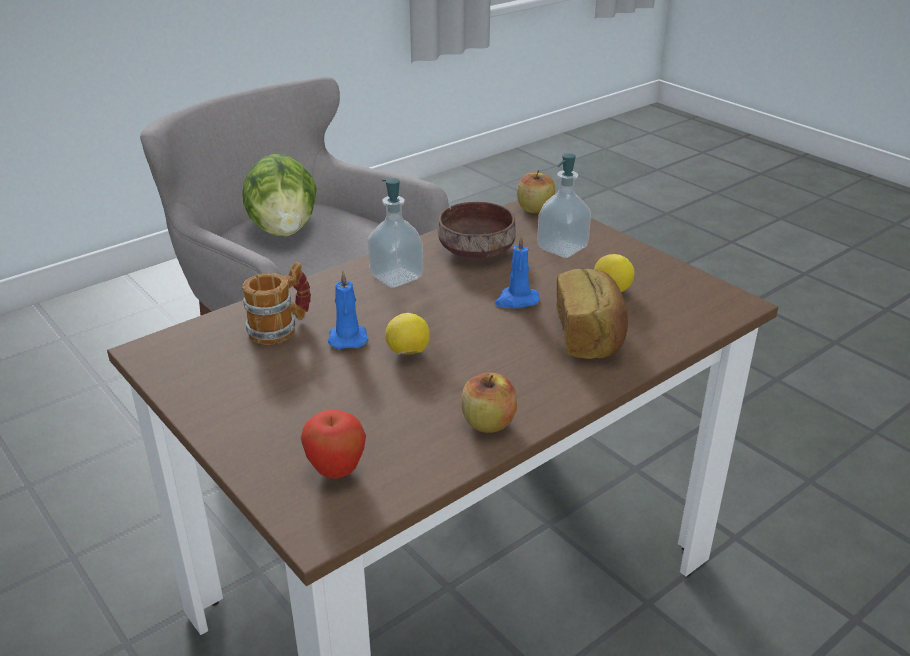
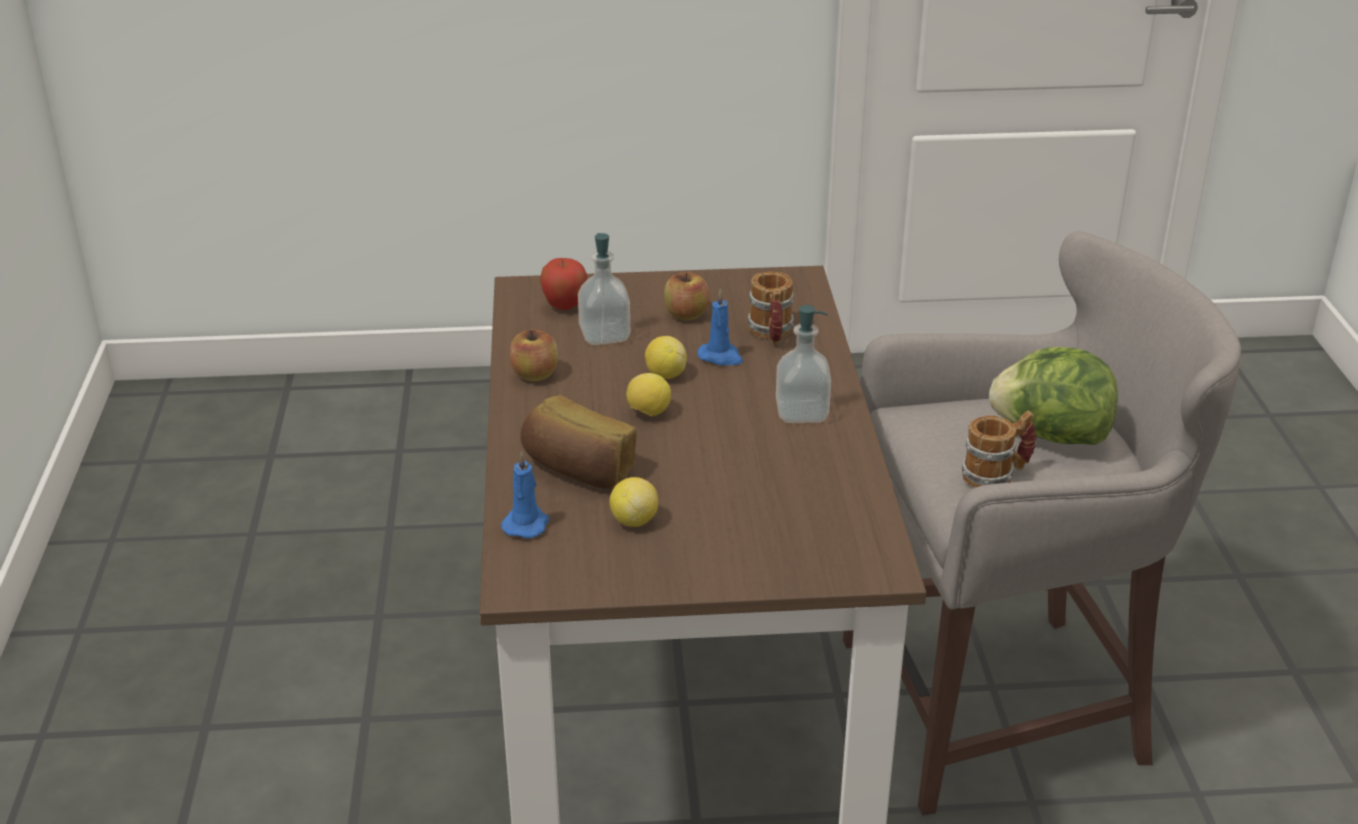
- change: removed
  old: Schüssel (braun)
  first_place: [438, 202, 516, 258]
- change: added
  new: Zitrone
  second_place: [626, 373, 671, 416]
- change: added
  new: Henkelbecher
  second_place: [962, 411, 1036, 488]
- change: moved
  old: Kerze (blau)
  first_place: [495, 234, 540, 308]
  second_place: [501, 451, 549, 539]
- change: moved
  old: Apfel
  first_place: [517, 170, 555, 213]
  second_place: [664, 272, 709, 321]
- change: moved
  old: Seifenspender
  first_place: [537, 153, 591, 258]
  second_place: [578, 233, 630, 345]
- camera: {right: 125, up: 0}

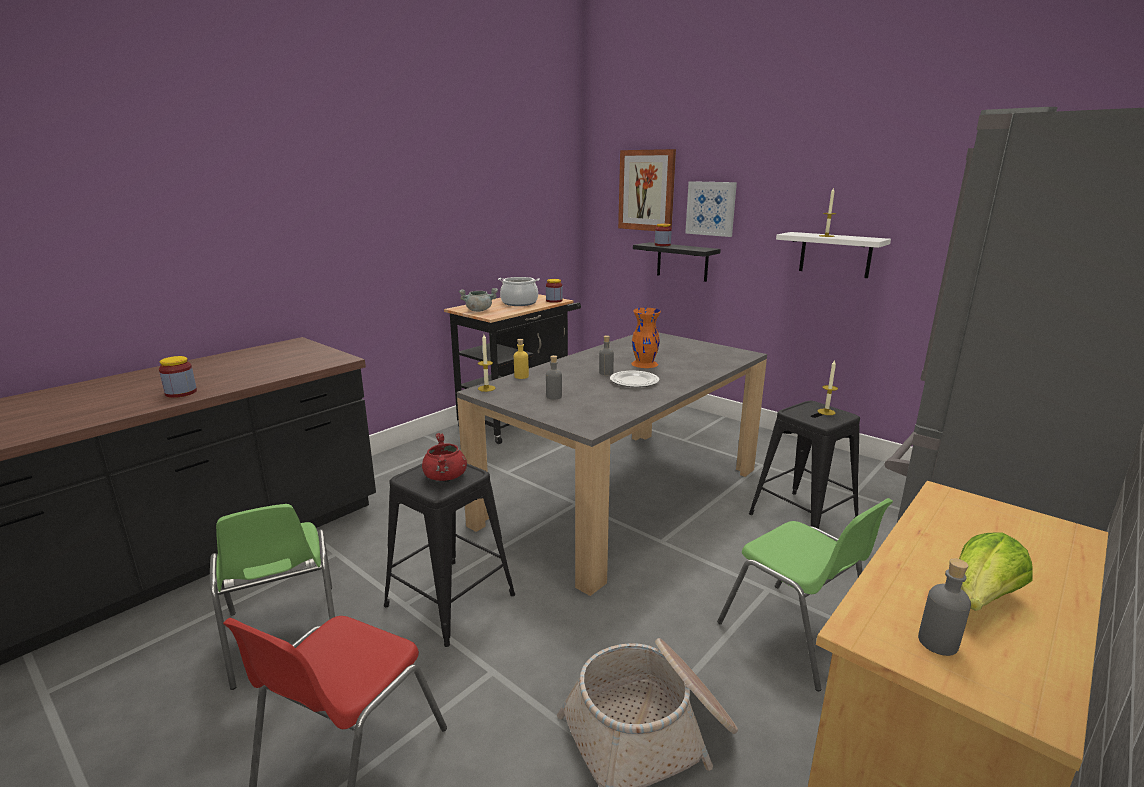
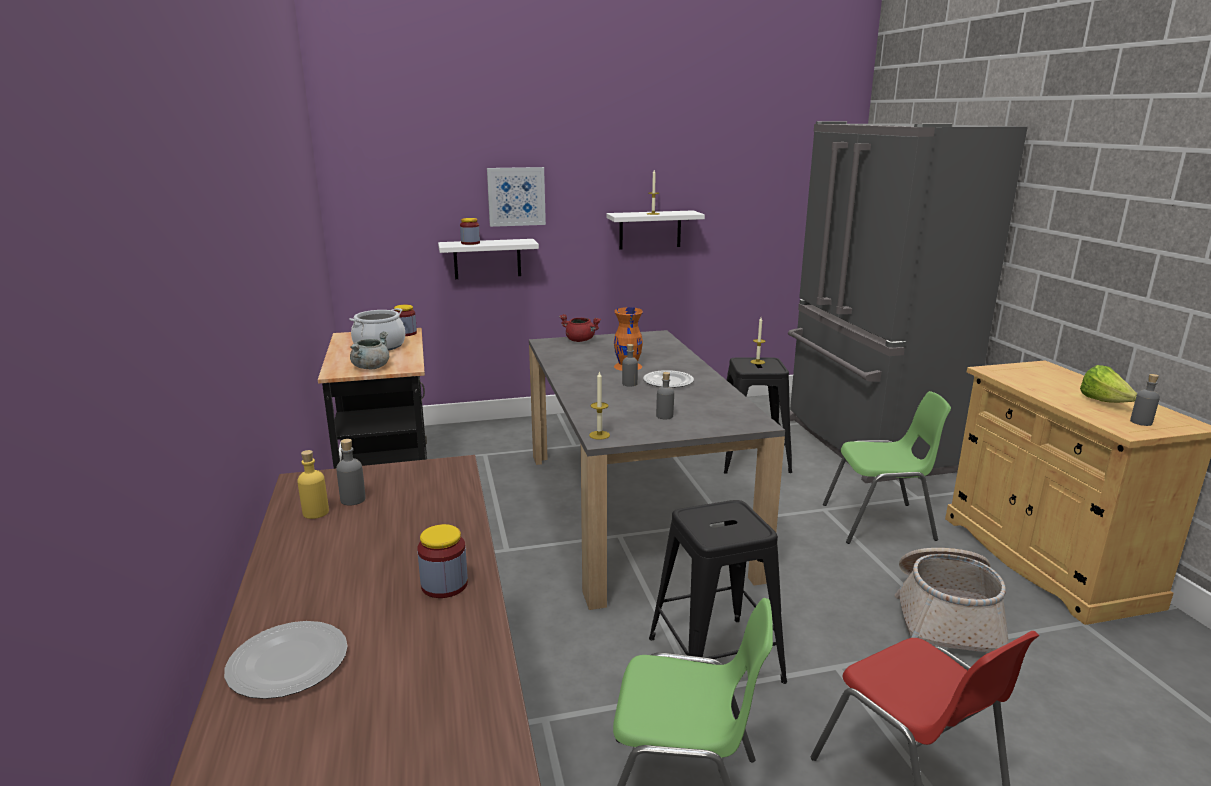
- change: removed
  old: Bild
  first_place: [618, 149, 676, 231]
- change: added
  new: Teller
  second_place: [224, 621, 348, 699]
- change: added
  new: Flasche (grau)
  second_place: [336, 439, 366, 506]
- change: moved
  old: Kochtopf (rot)
  first_place: [422, 433, 467, 481]
  second_place: [559, 314, 601, 342]
- change: moved
  old: Flasche (gelb)
  first_place: [514, 339, 529, 379]
  second_place: [297, 450, 329, 519]
- change: recoloured
  old: Wandregal (schwarz)
  new: Wandregal (weiß)
  first_place: [633, 242, 721, 282]
  second_place: [438, 239, 539, 279]
- camera: {right: -55, up: 0}

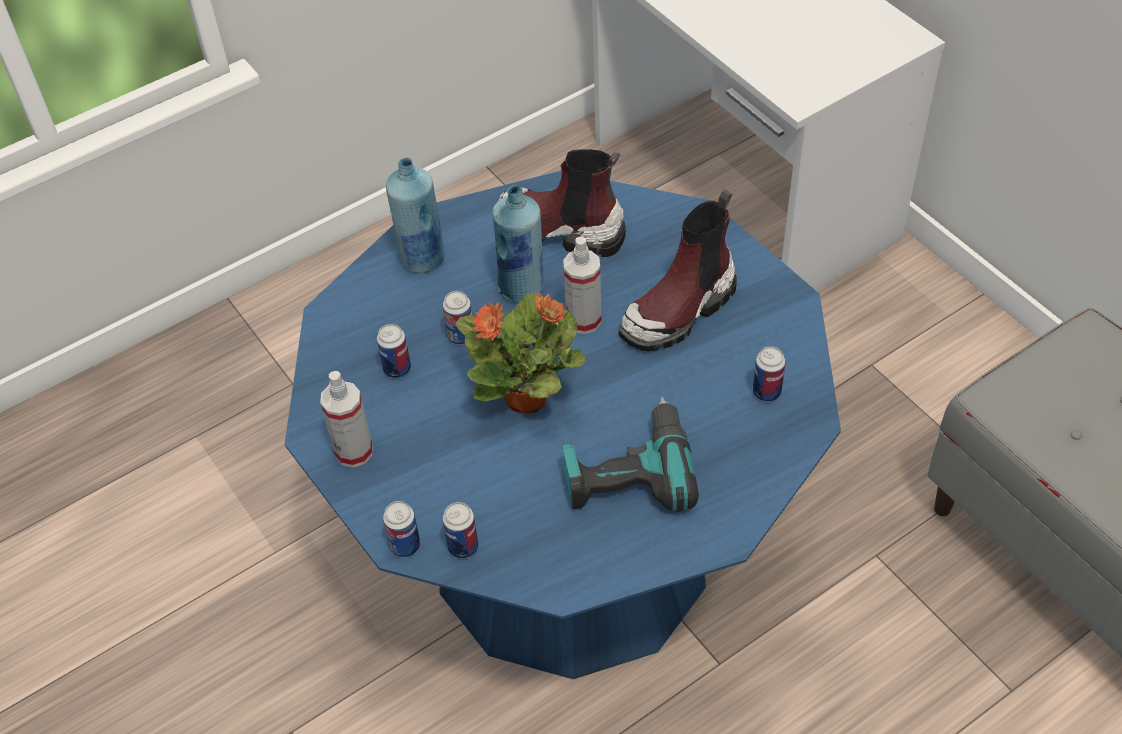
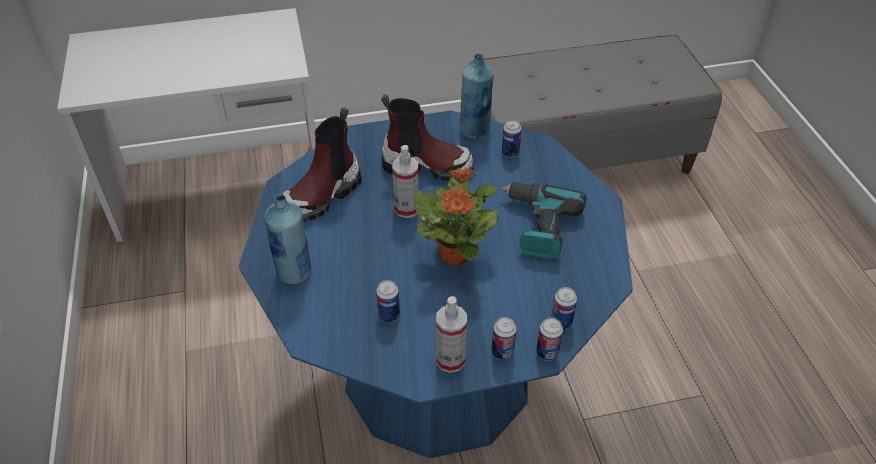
- change: moved
  old: Dose
  first_place: [443, 291, 472, 345]
  second_place: [492, 317, 517, 360]
- change: moved
  old: Flasche (blau)
  first_place: [492, 185, 544, 302]
  second_place: [460, 54, 494, 139]
- change: turned
  old: Stiefel
  first_place: [618, 189, 737, 352]
  second_place: [381, 94, 474, 181]
  degrees: -60
- camera: {right: -70, up: -5}

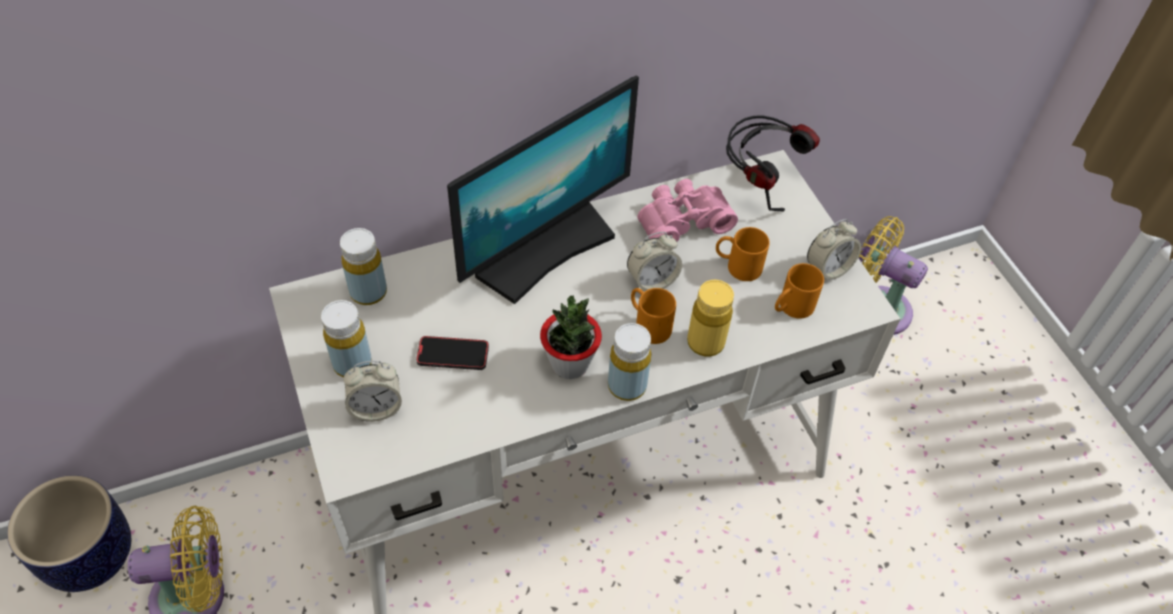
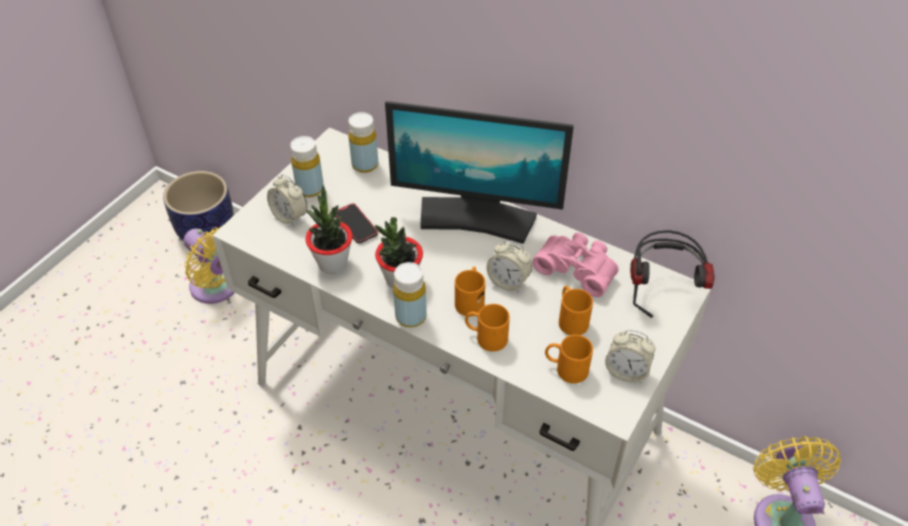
- change: added
  new: Topfpflanze
  second_place: [305, 185, 353, 274]
- change: replaced
  old: Flasche (gelb)
  new: Henkelbecher (orange)
  first_place: [687, 280, 734, 357]
  second_place: [465, 304, 510, 352]
- camera: {right: 55, up: -5}

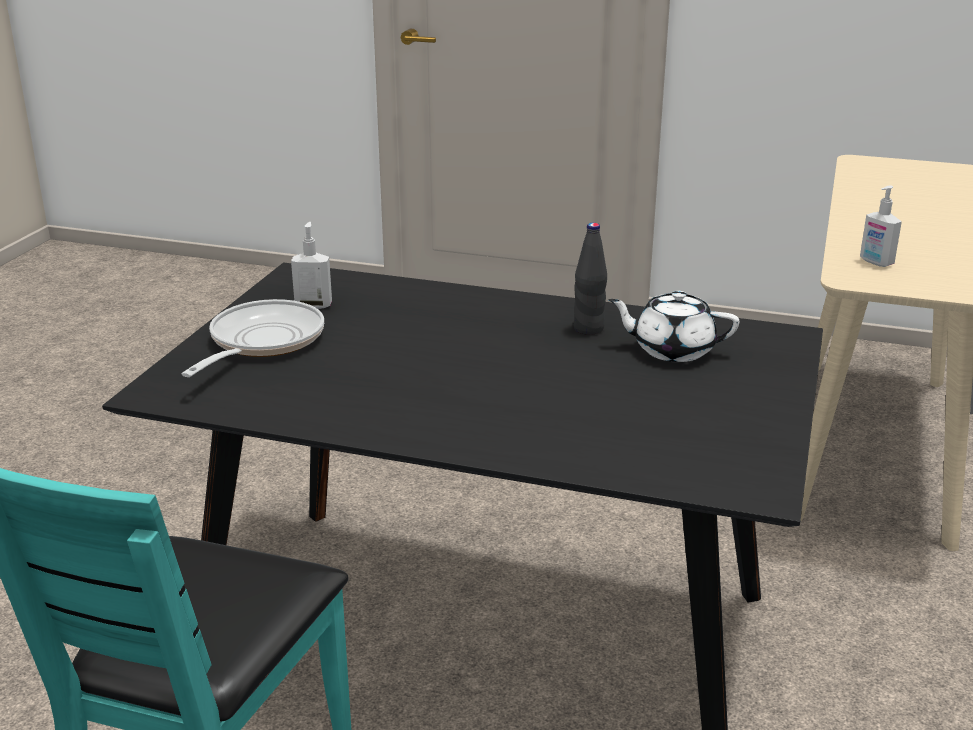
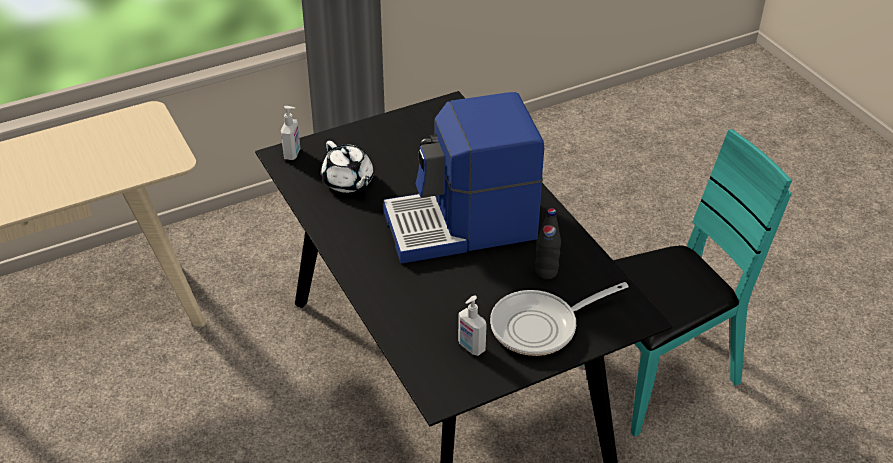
- change: added
  new: Kaffeemaschine
  second_place: [383, 92, 544, 264]
- change: moved
  old: Flasche (schwarz)
  first_place: [573, 223, 607, 335]
  second_place: [535, 208, 561, 279]
- change: moved
  old: Seifenspender
  first_place: [860, 185, 902, 267]
  second_place: [281, 106, 300, 160]
- camera: {right: -135, up: 15}

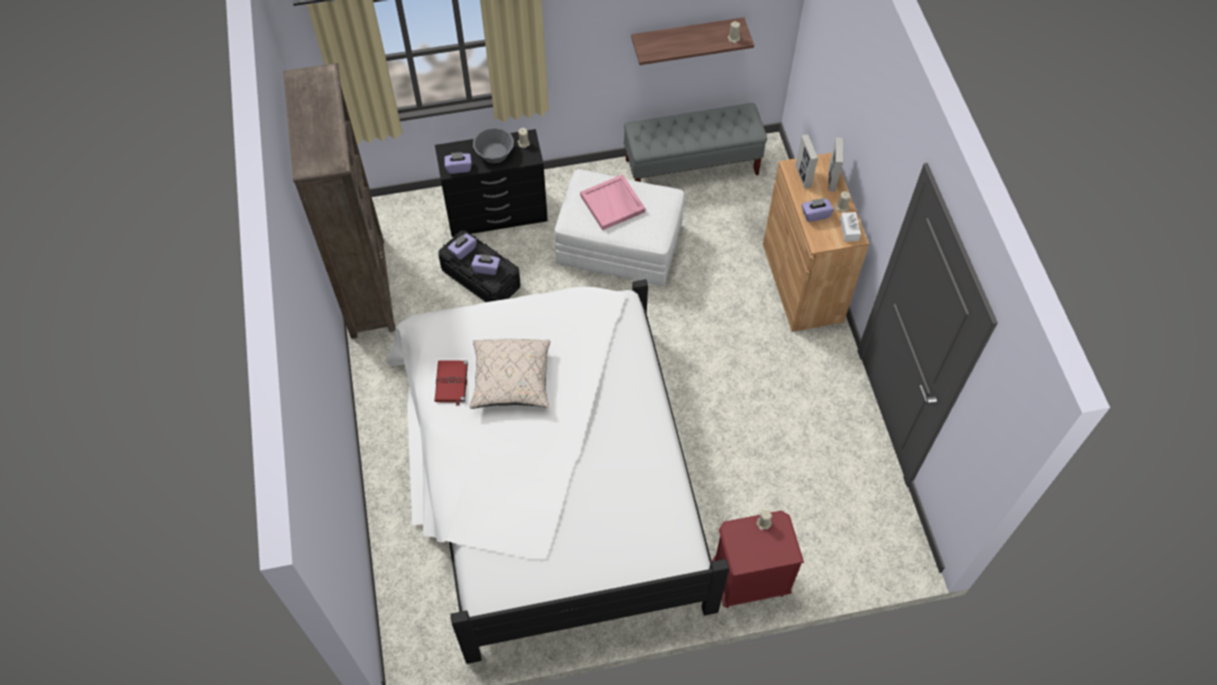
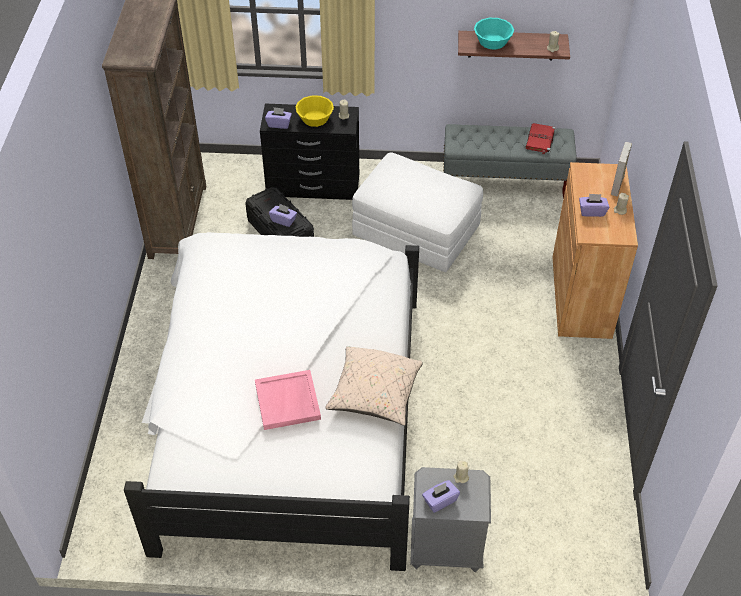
- change: removed
  old: Bilderrahmen
  first_place: [795, 134, 818, 189]
- change: removed
  old: Taschentuchbox (weiß)
  first_place: [840, 212, 861, 242]
- change: added
  new: Schüssel (türkis)
  second_place: [474, 18, 514, 50]
- change: moved
  old: Buch (rot)
  first_place: [434, 360, 468, 406]
  second_place: [526, 123, 556, 155]
- change: moved
  old: Taschentuchbox (lila)
  first_place: [448, 233, 477, 260]
  second_place: [422, 480, 460, 513]
- change: moved
  old: Kissen (beige)
  first_place: [470, 339, 550, 409]
  second_place: [325, 346, 423, 425]
- change: moved
  old: Tablett (rosa)
  first_place: [580, 174, 645, 230]
  second_place: [255, 370, 321, 430]
- change: recoloured
  old: Schüssel (grau)
  new: Schüssel (gelb)
  first_place: [473, 127, 514, 163]
  second_place: [296, 95, 334, 127]
- change: recoloured
  old: Nachttisch (rot)
  new: Nachttisch (grau)
  first_place: [712, 511, 804, 608]
  second_place: [410, 467, 491, 572]
- camera: {right: 15, up: -10}

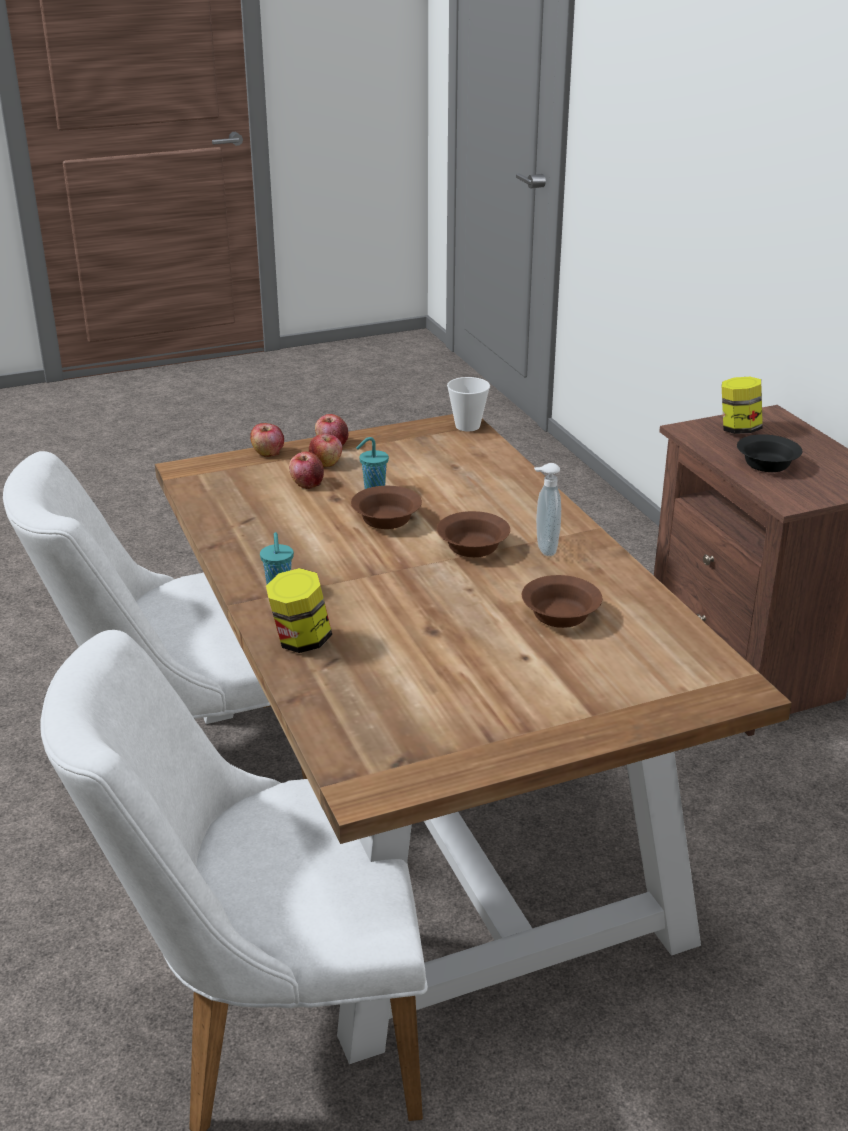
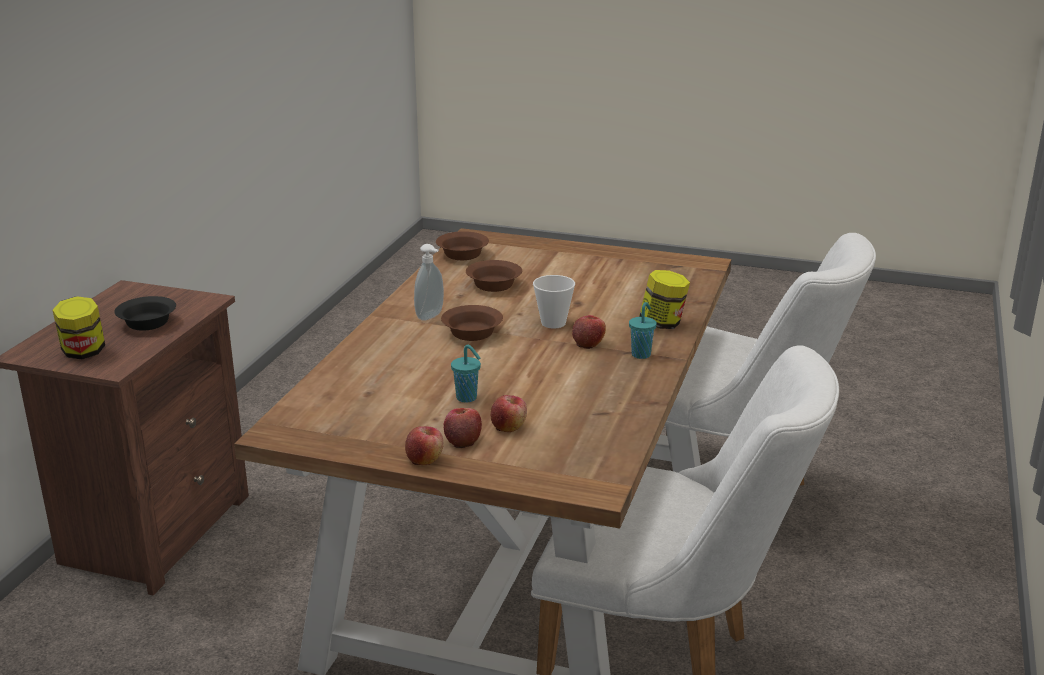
- change: moved
  old: Apfel
  first_place: [250, 423, 284, 457]
  second_place: [572, 315, 606, 349]
- change: moved
  old: Schüssel (braun)
  first_place: [351, 486, 422, 529]
  second_place: [436, 231, 489, 260]
- change: moved
  old: Tasse
  first_place: [447, 377, 490, 431]
  second_place: [533, 275, 575, 329]
- camera: {right: -140, up: -5}

